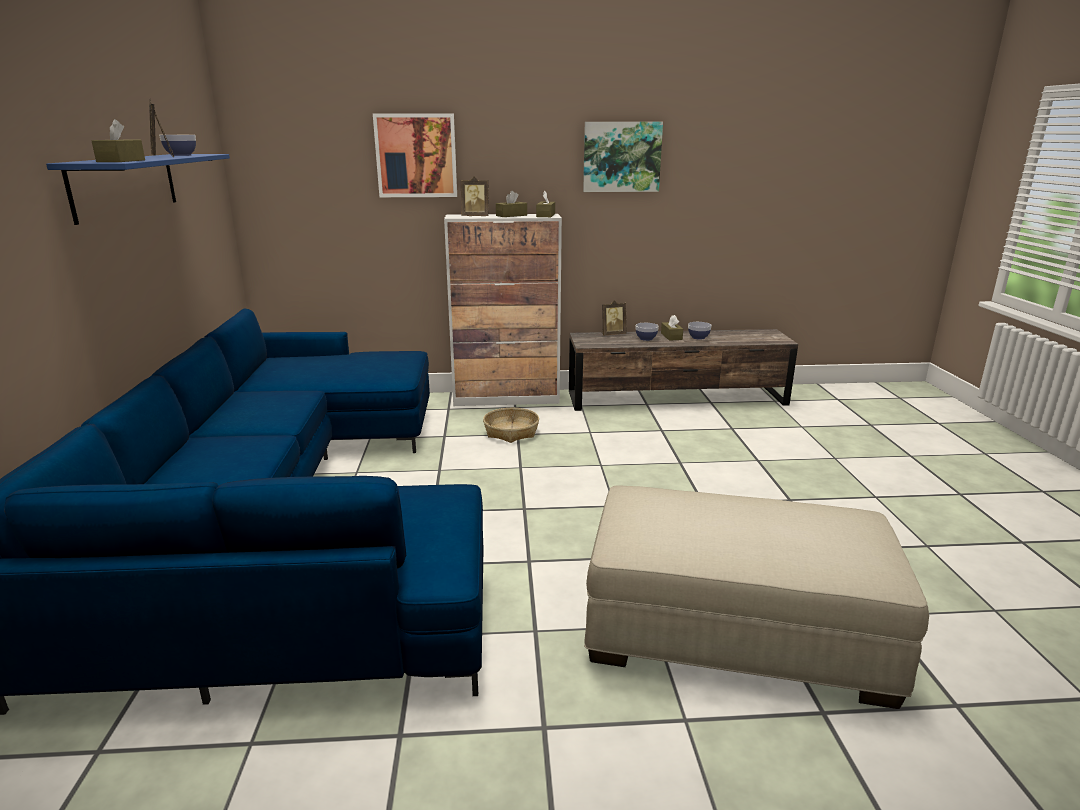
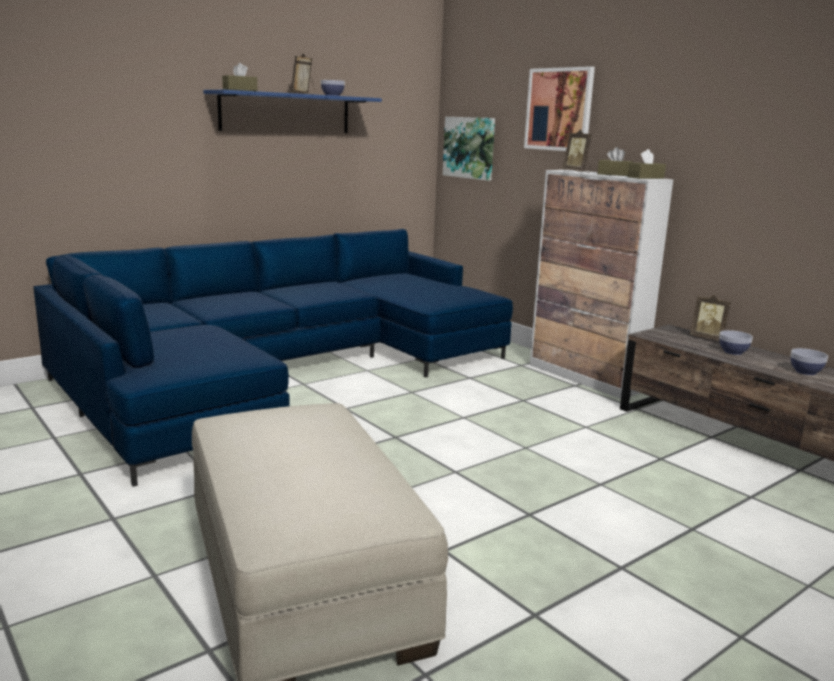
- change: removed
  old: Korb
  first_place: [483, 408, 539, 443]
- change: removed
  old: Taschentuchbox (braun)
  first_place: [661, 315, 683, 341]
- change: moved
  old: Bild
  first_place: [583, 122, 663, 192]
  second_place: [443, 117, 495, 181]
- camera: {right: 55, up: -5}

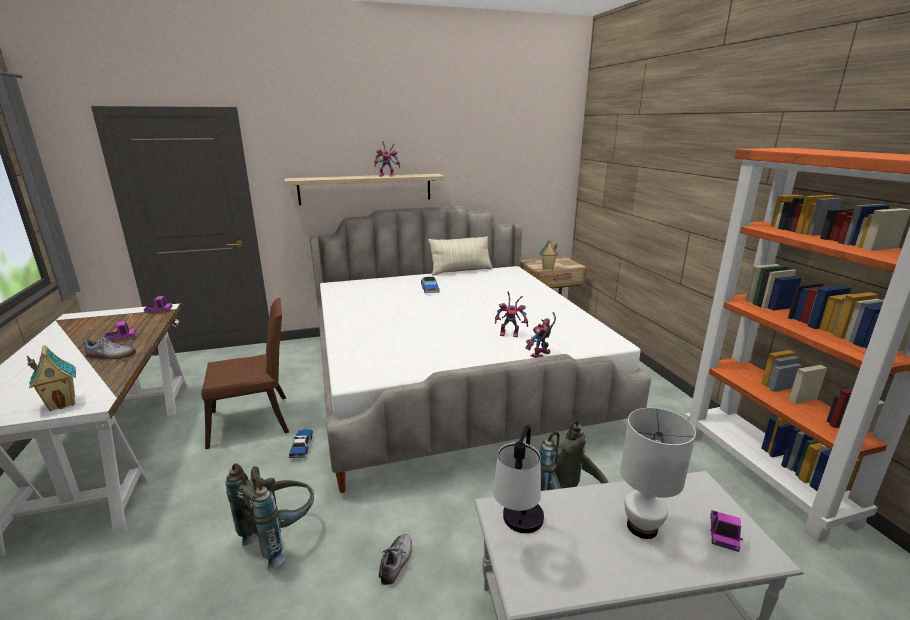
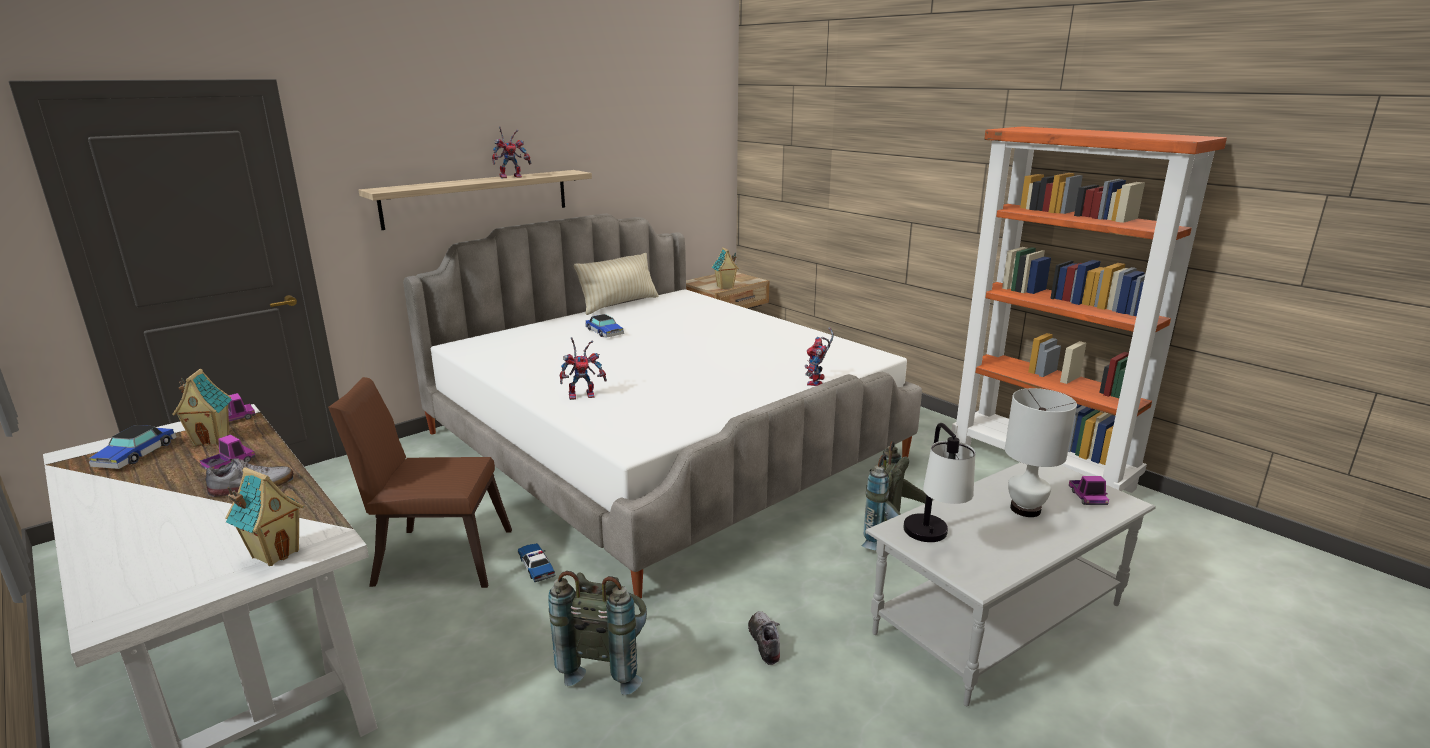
- change: added
  new: Spielzeugauto
  second_place: [89, 425, 177, 469]
- change: added
  new: Spielzeughaus
  second_place: [172, 369, 232, 446]
- change: moved
  old: Spielzeugroboter
  first_place: [495, 291, 528, 337]
  second_place: [560, 337, 607, 400]
- change: turned
  old: Stuhl (braun)
  first_place: [201, 298, 289, 449]
  second_place: [328, 377, 512, 588]
  degrees: -135
- camera: {right: -25, up: 0}

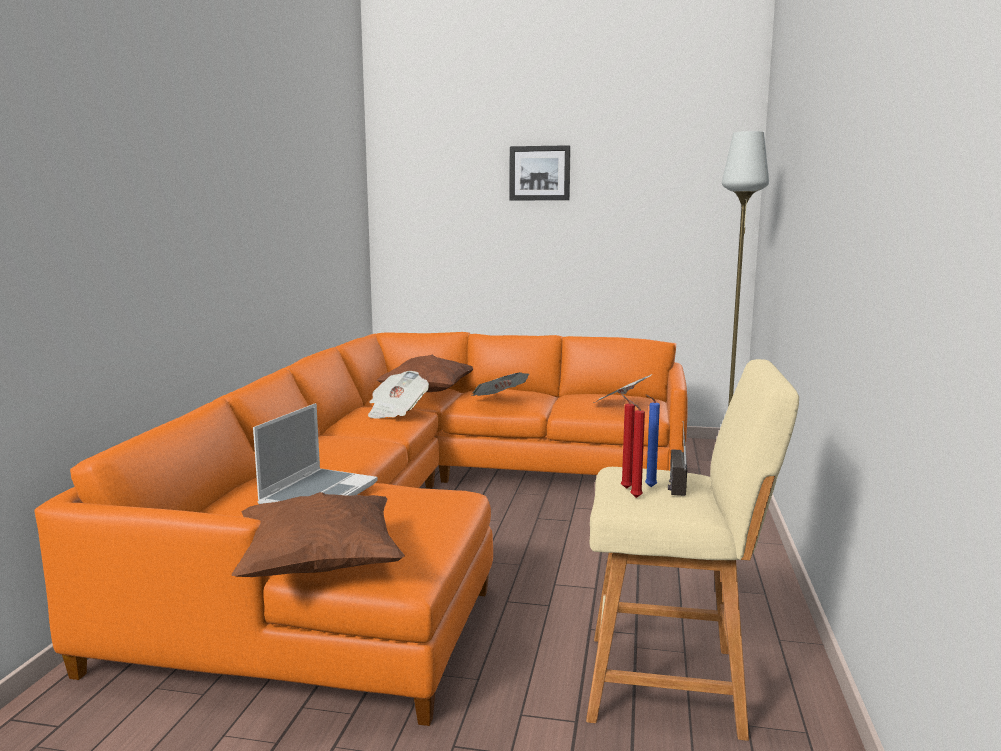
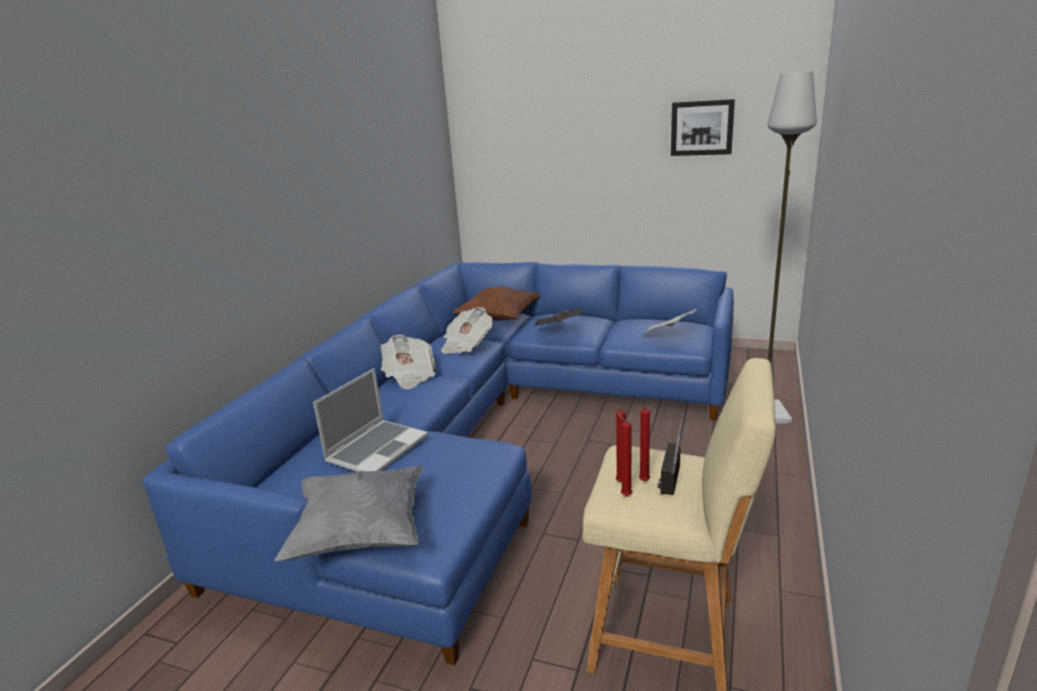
- change: added
  new: Zeitung
  second_place: [381, 335, 436, 389]
- change: moved
  old: Bild
  first_place: [510, 145, 571, 200]
  second_place: [671, 99, 735, 156]
- change: recoloured
  old: Sofa (orange)
  new: Sofa (blau)
  first_place: [35, 332, 687, 726]
  second_place: [142, 262, 734, 665]
- change: recoloured
  old: Kissen (braun)
  new: Kissen (grau)
  first_place: [232, 492, 405, 577]
  second_place: [274, 466, 424, 561]
- change: recoloured
  old: Kerze (blau)
  new: Kerze (rot)
  first_place: [645, 395, 660, 487]
  second_place: [636, 403, 650, 481]
- camera: {right: 10, up: 10}

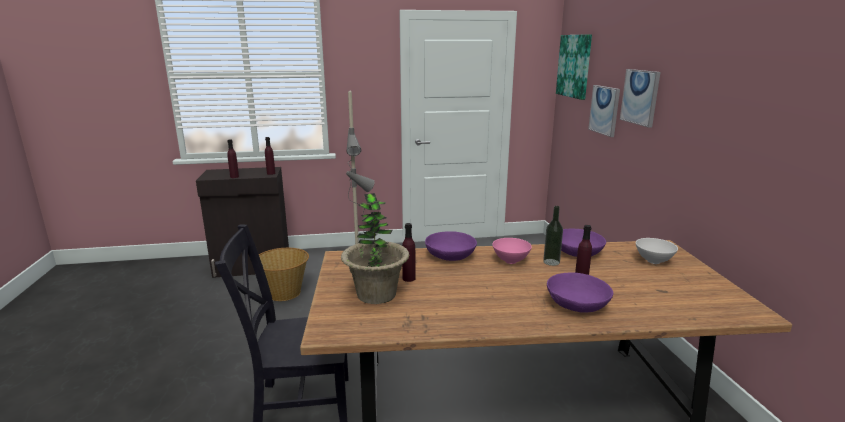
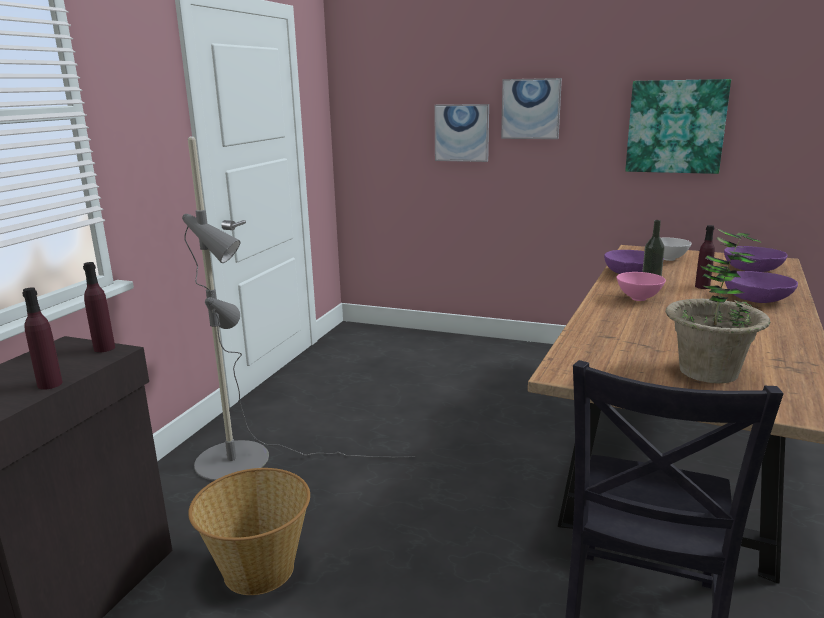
- change: removed
  old: Flasche (lila)
  first_place: [402, 223, 416, 282]
- change: moved
  old: Schüssel (lila)
  first_place: [425, 231, 477, 261]
  second_place: [724, 246, 788, 272]
- change: moved
  old: Bild
  first_place: [556, 34, 592, 100]
  second_place: [625, 79, 731, 174]
- camera: {right: -60, up: 0}

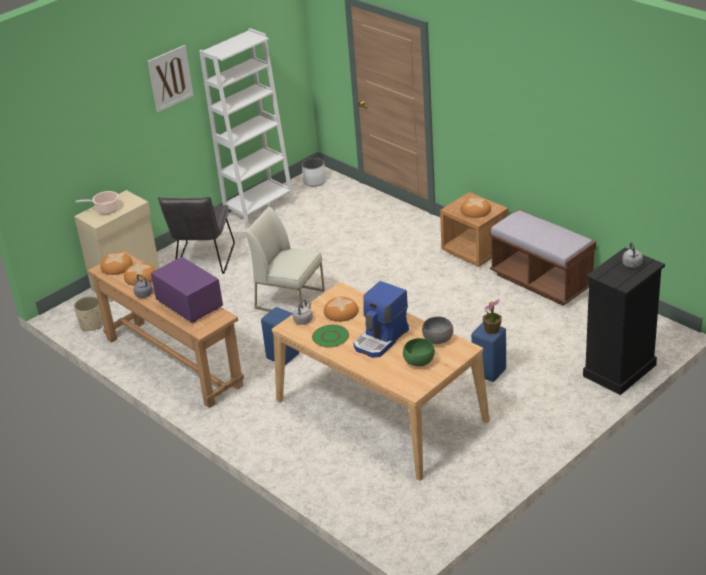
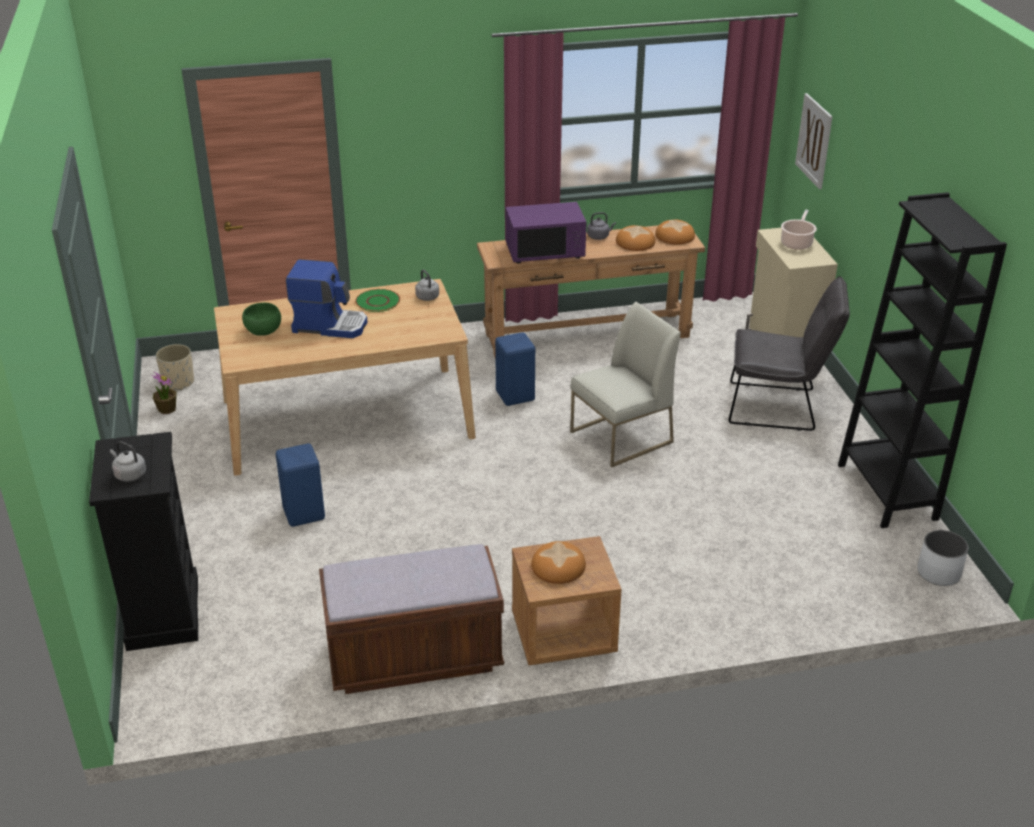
- change: removed
  old: Brot
  first_place: [324, 297, 358, 322]
- change: removed
  old: Schüssel (grau)
  first_place: [422, 317, 453, 344]
- change: moved
  old: Pflanzkübel (beige)
  first_place: [74, 296, 103, 331]
  second_place: [156, 344, 194, 391]
- change: moved
  old: Bild
  first_place: [148, 45, 194, 112]
  second_place: [795, 93, 833, 189]
- change: moved
  old: Topfpflanze
  first_place: [483, 299, 502, 334]
  second_place: [151, 371, 177, 414]
- change: recoloured
  old: Bücherregal (weiß)
  new: Bücherregal (schwarz)
  first_place: [199, 28, 294, 228]
  second_place: [838, 192, 1007, 528]
- change: turned
  old: Stuhl (grau)
  first_place: [158, 197, 235, 274]
  second_place: [729, 276, 850, 431]
  degrees: 150
- change: turned
  old: Kaffeemaschine
  first_place: [353, 281, 409, 358]
  second_place: [286, 259, 367, 338]
  degrees: 120
- camera: {right: 120, up: 0}

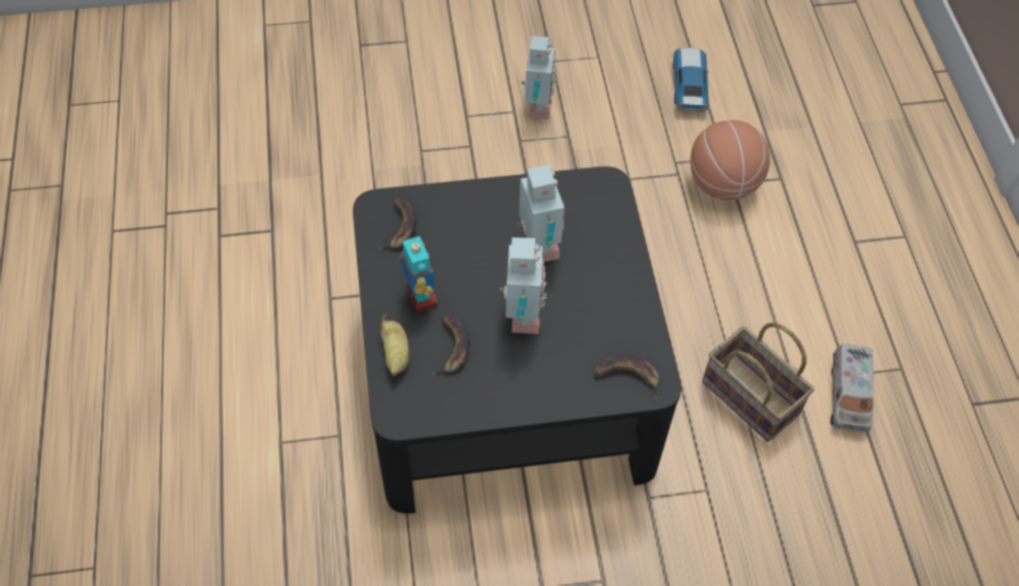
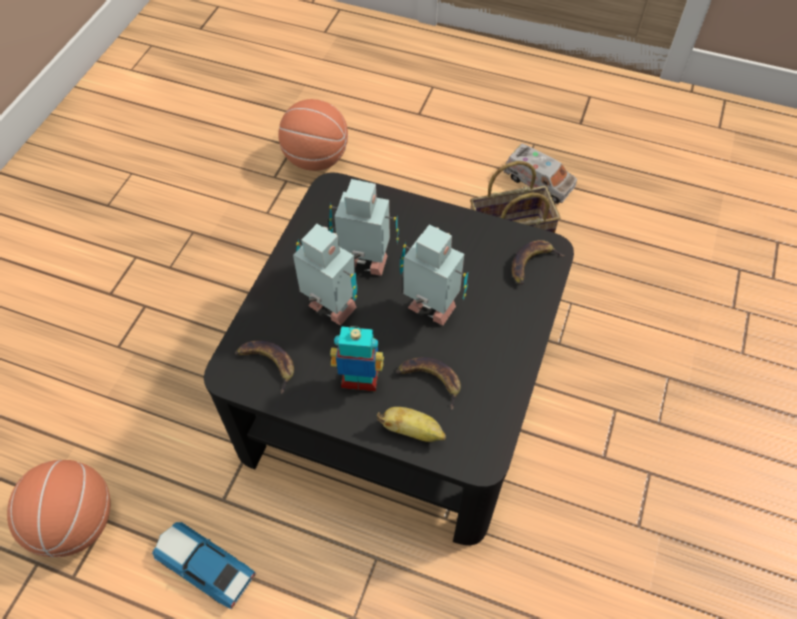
- change: added
  new: Basketball
  second_place: [7, 460, 111, 557]
- change: moved
  old: Spielzeugroboter
  first_place: [522, 36, 557, 120]
  second_place: [293, 224, 357, 326]
- change: moved
  old: Spielzeugauto
  first_place: [673, 48, 709, 111]
  second_place: [152, 522, 256, 609]
- camera: {right: -60, up: 0}

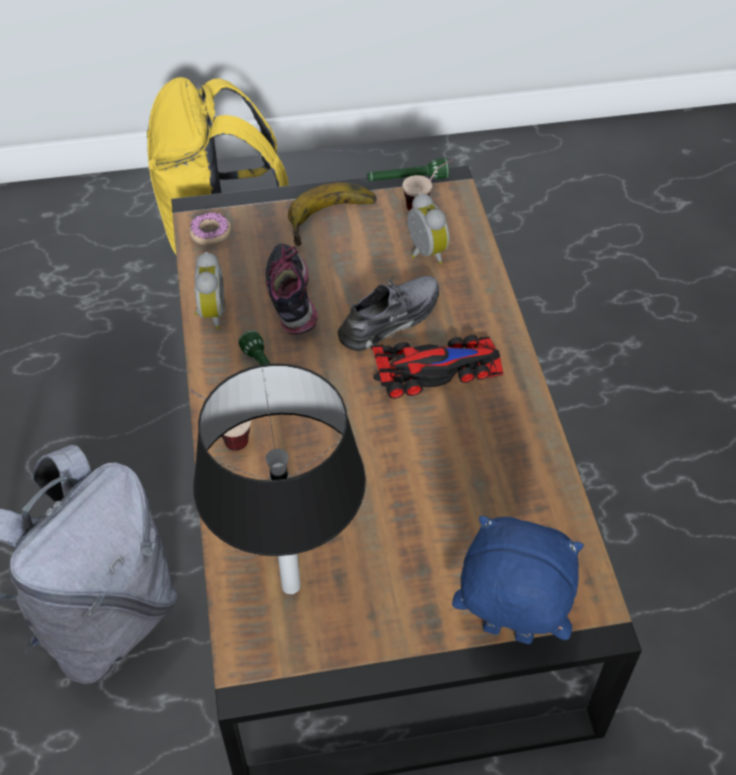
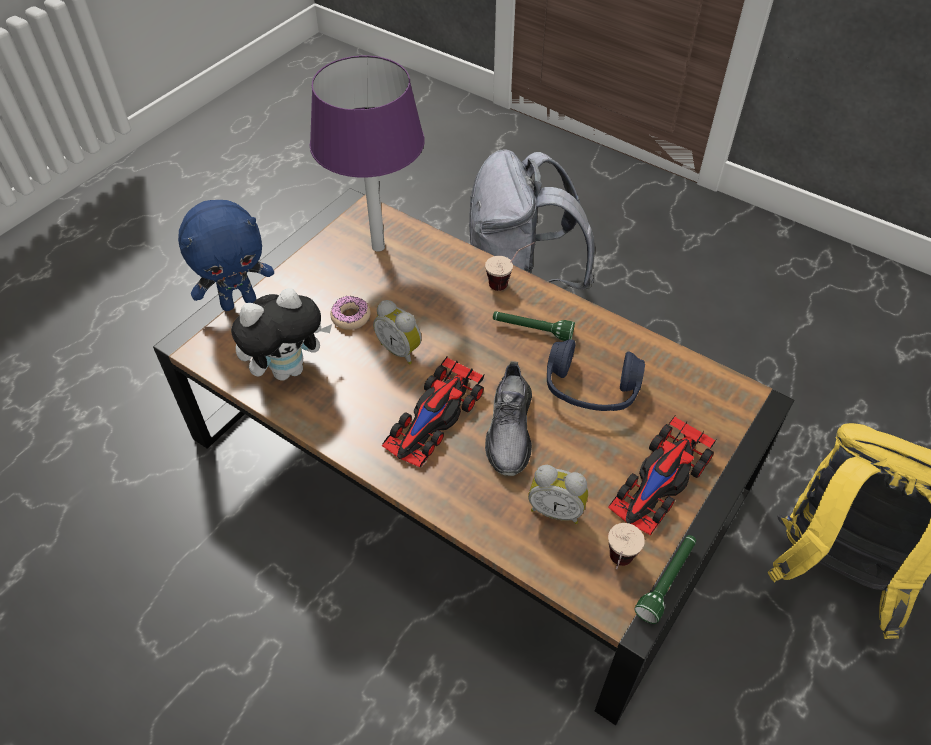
- change: added
  new: Plüschtier
  second_place: [231, 288, 332, 381]
- change: moved
  old: Donut
  first_place: [189, 212, 232, 246]
  second_place: [330, 296, 371, 330]
- change: moved
  old: Wecker
  first_place: [194, 252, 224, 329]
  second_place: [373, 300, 422, 364]
- change: replaced
  old: Schuh
  new: Kopfhörer (blau)
  first_place: [266, 244, 318, 335]
  second_place: [547, 339, 645, 411]
- change: replaced
  old: Banane
  new: Spielzeugauto
  first_place: [288, 182, 377, 246]
  second_place: [608, 416, 716, 535]
- change: recoloured
  old: Tischlampe (schwarz)
  new: Tischlampe (lila)
  first_place: [193, 363, 366, 594]
  second_place: [310, 55, 425, 252]
- camera: {right: 135, up: 0}

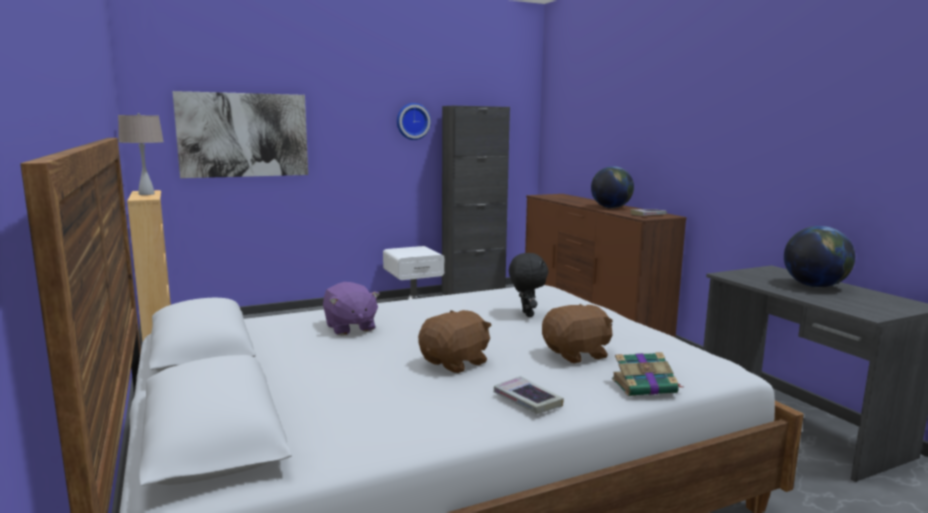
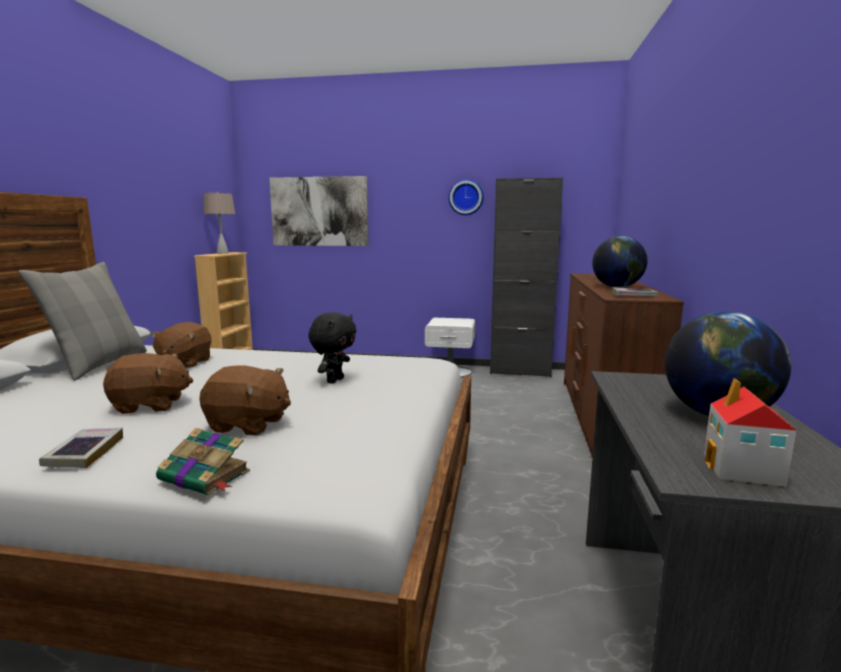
- change: added
  new: Kissen (grau)
  second_place: [18, 262, 147, 380]
- change: added
  new: Spielzeughaus
  second_place: [704, 379, 797, 487]
- change: recoloured
  old: Plüschtier (lila)
  new: Plüschtier (braun)
  first_place: [323, 282, 380, 335]
  second_place: [150, 322, 211, 368]
- camera: {right: 35, up: 0}

